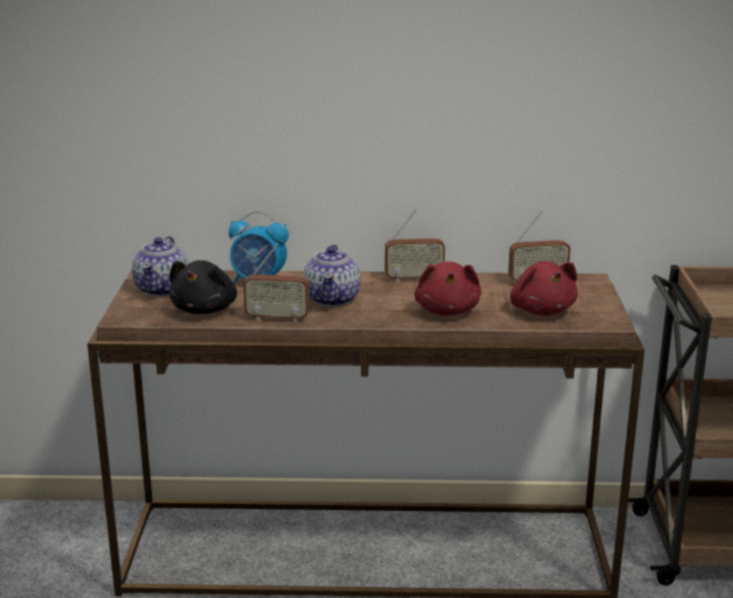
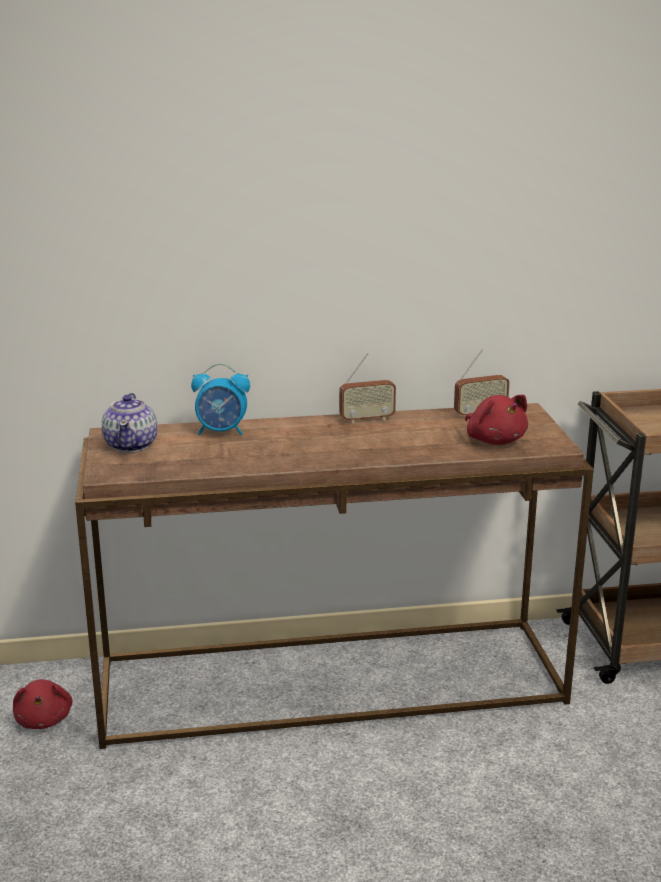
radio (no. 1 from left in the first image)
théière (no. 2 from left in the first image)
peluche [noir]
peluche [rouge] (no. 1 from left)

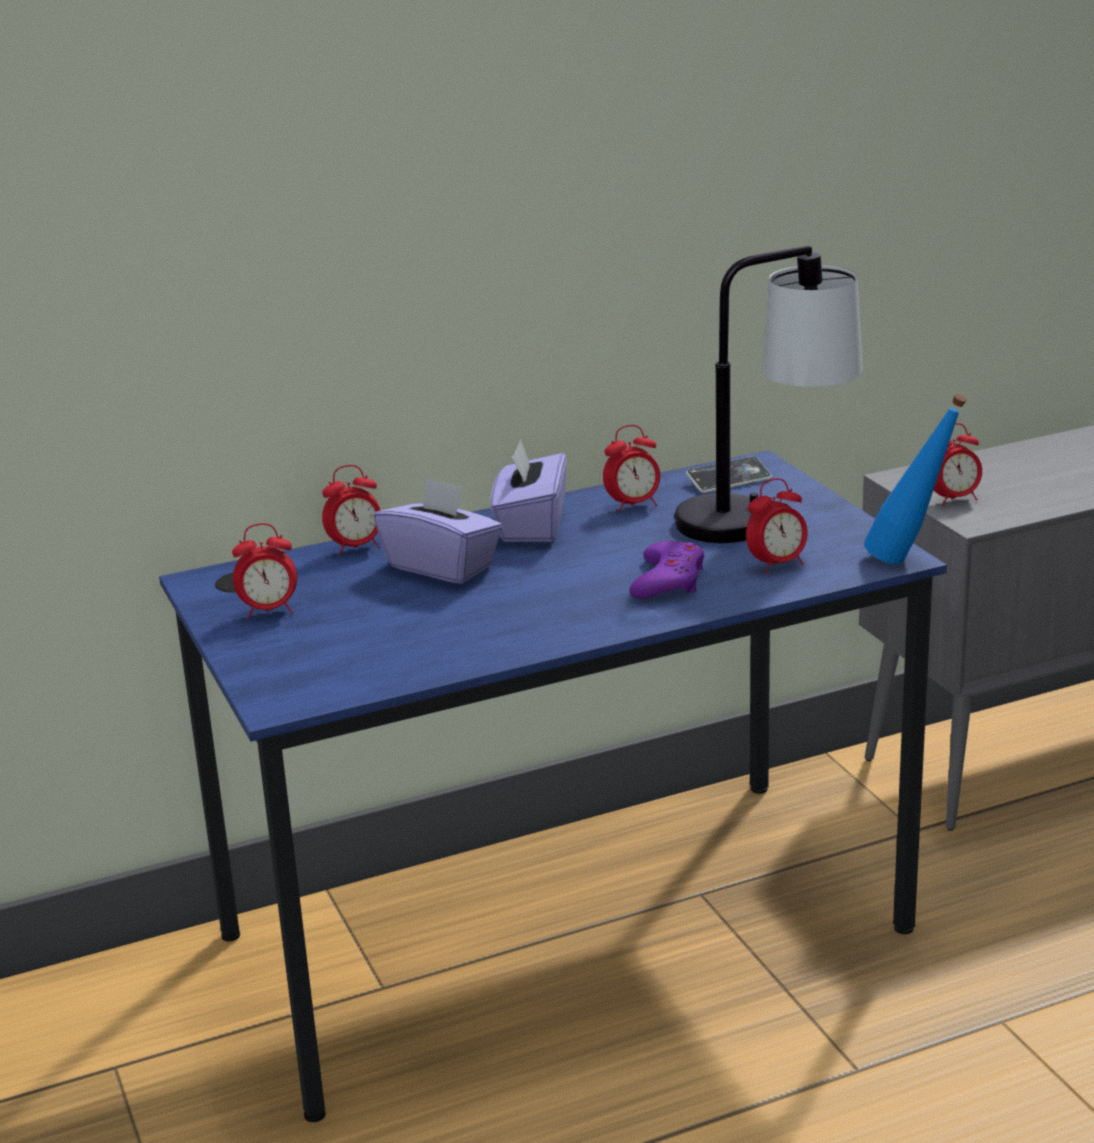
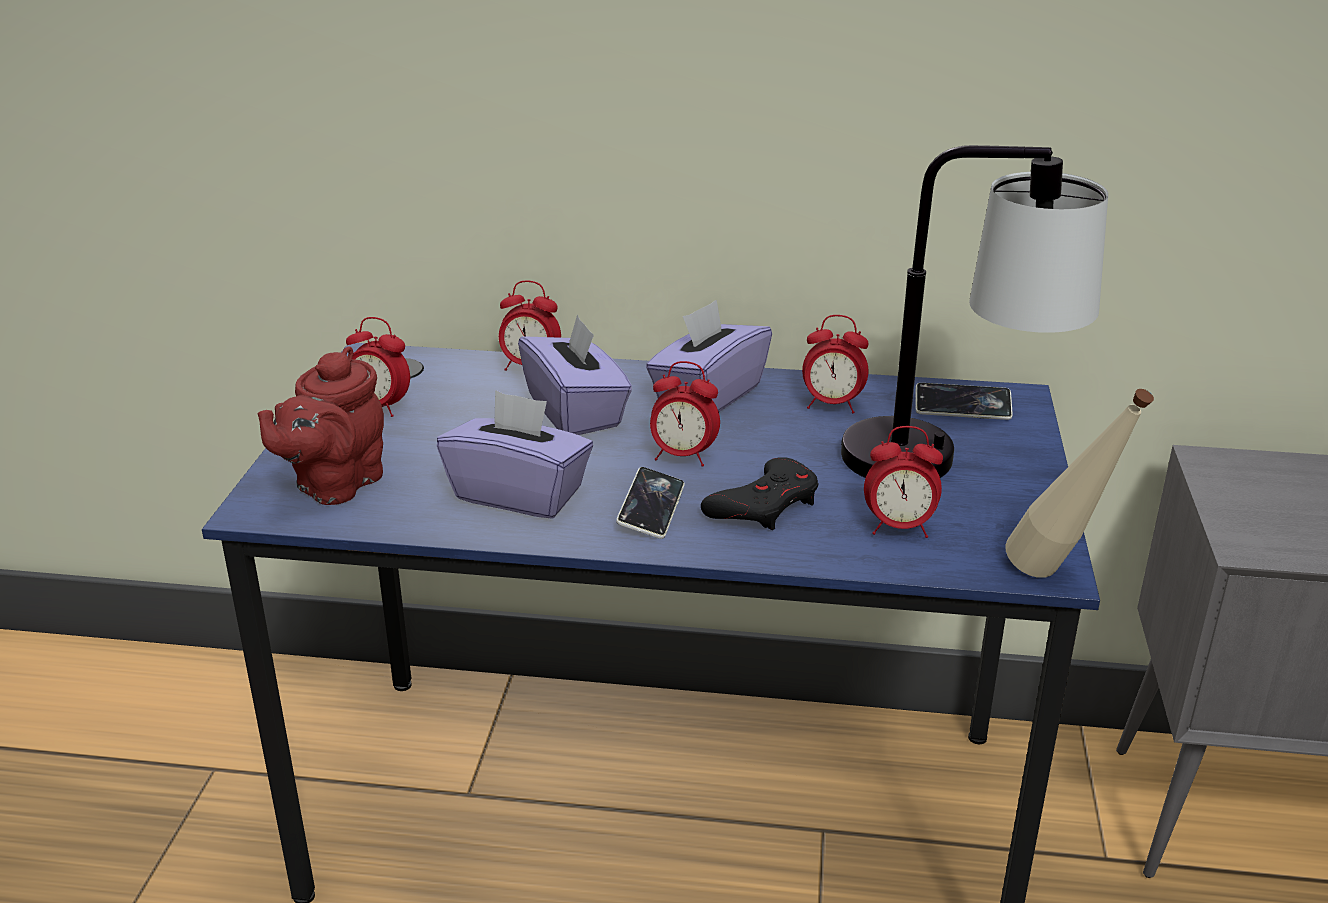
bouteille [beige]
réveil (no. 3 from left)
manette [noir]
théière [rouge]
boîte à mouchoirs [violet] (no. 1 from left)
téléphone (no. 1 from left)

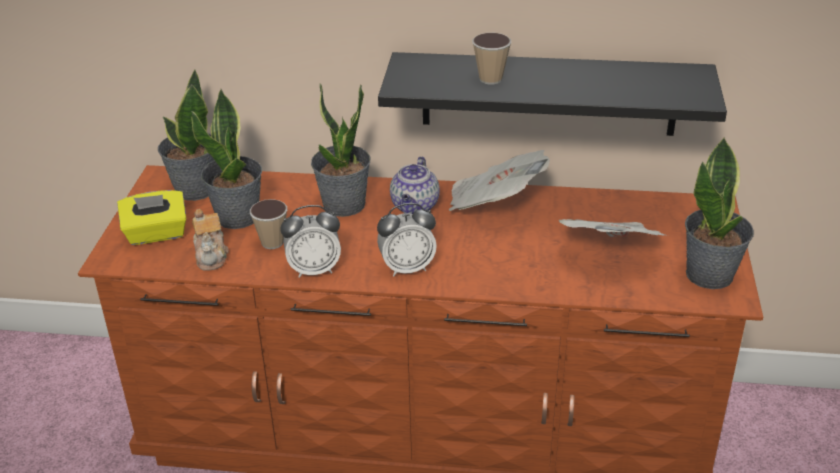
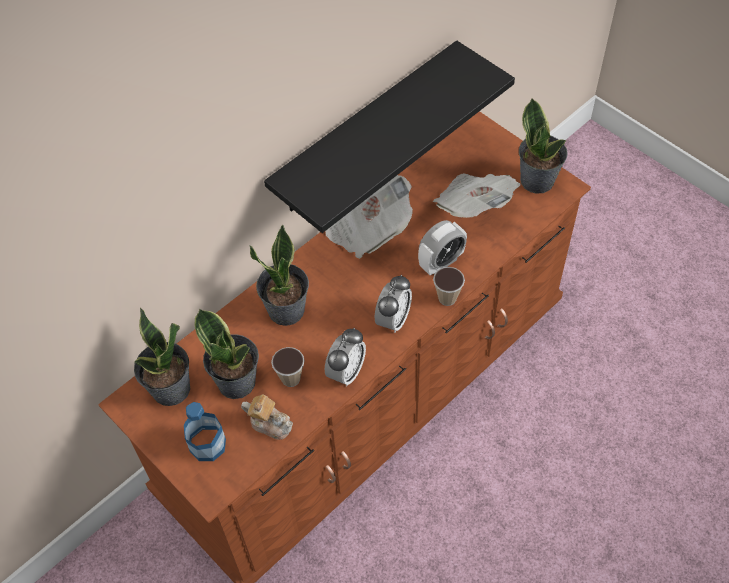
tasse (no. 2 from left)
théière (no. 2 from left in the first image)
bouteille
réveil (no. 3 from left)

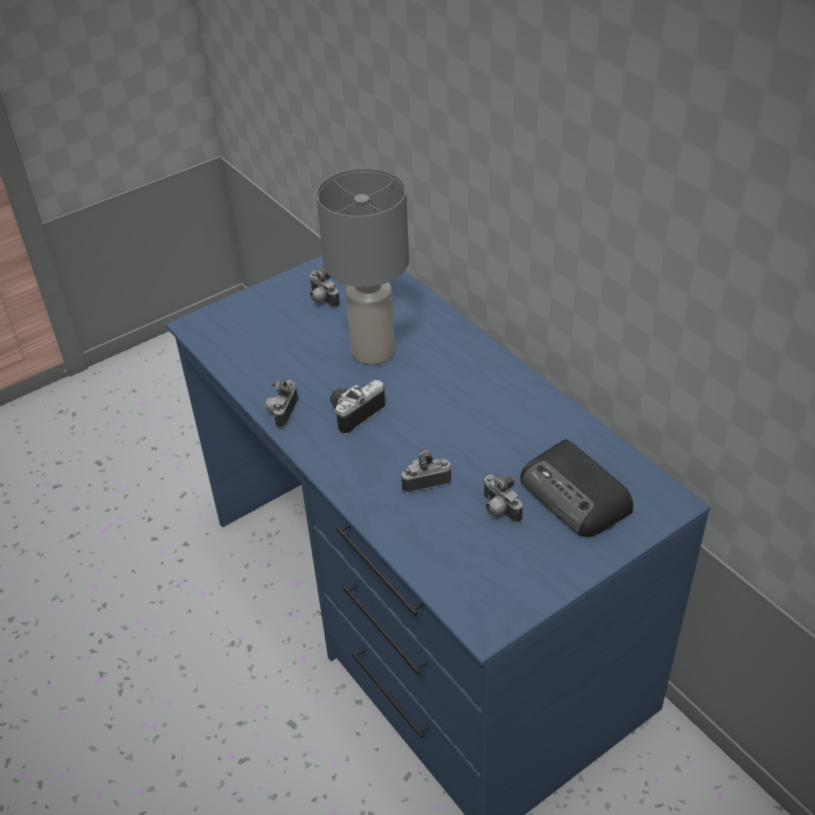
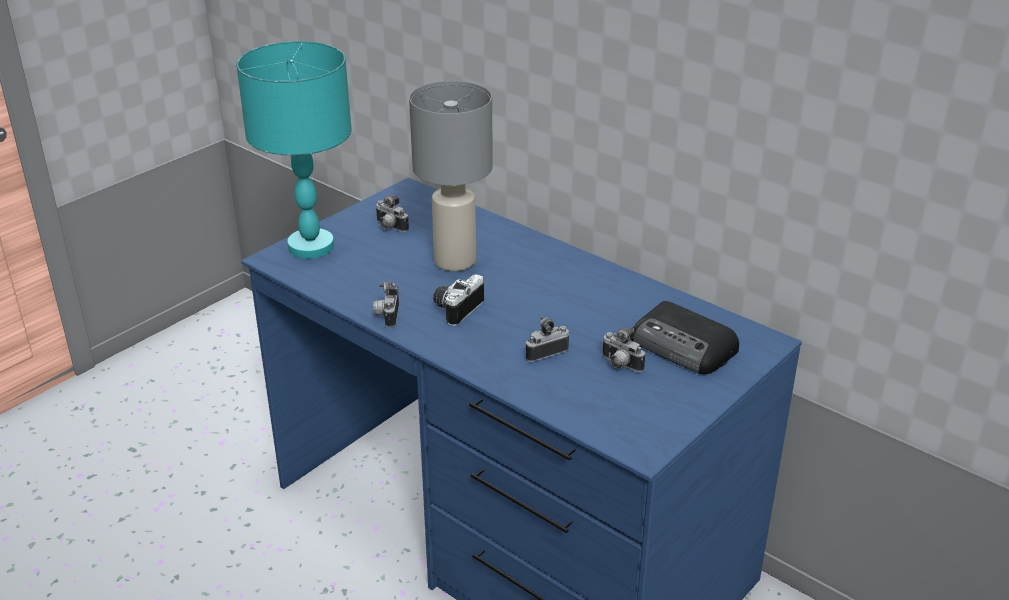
lampe de table [turquoise]

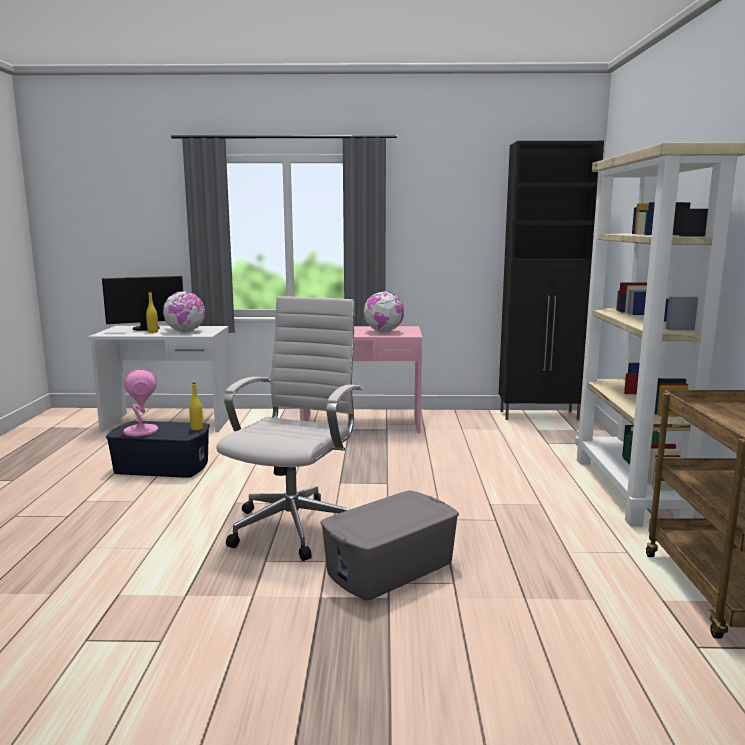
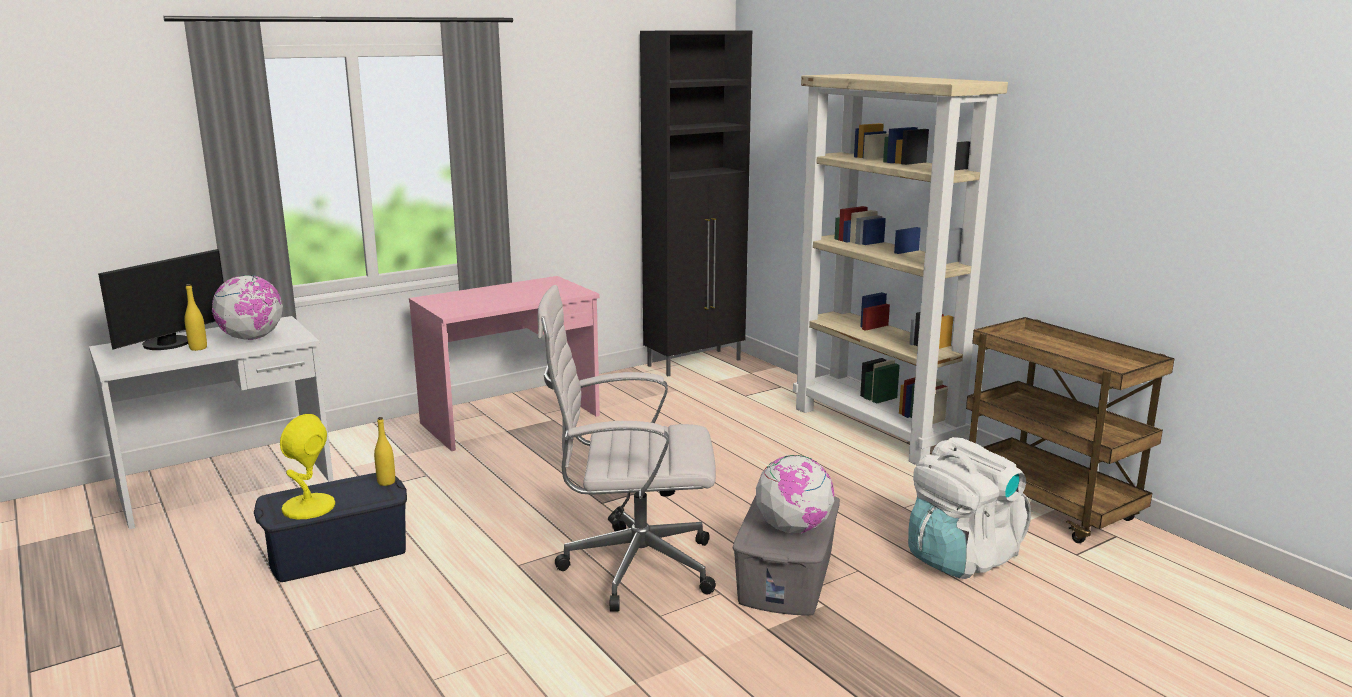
globe (no. 2 from left)
chaise de bureau [blanc]
lampe de table [jaune]
sac à dos [blanc]

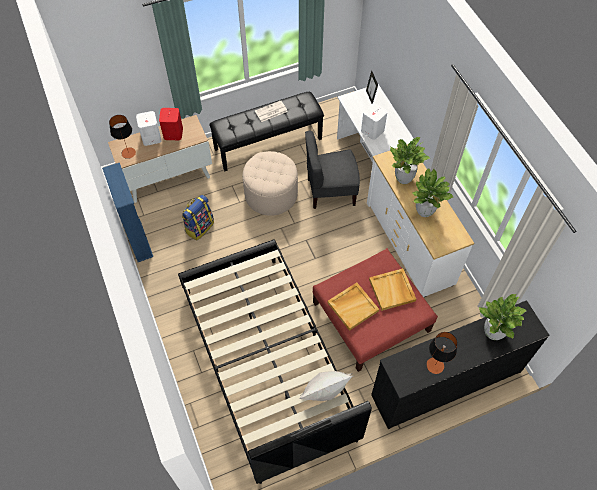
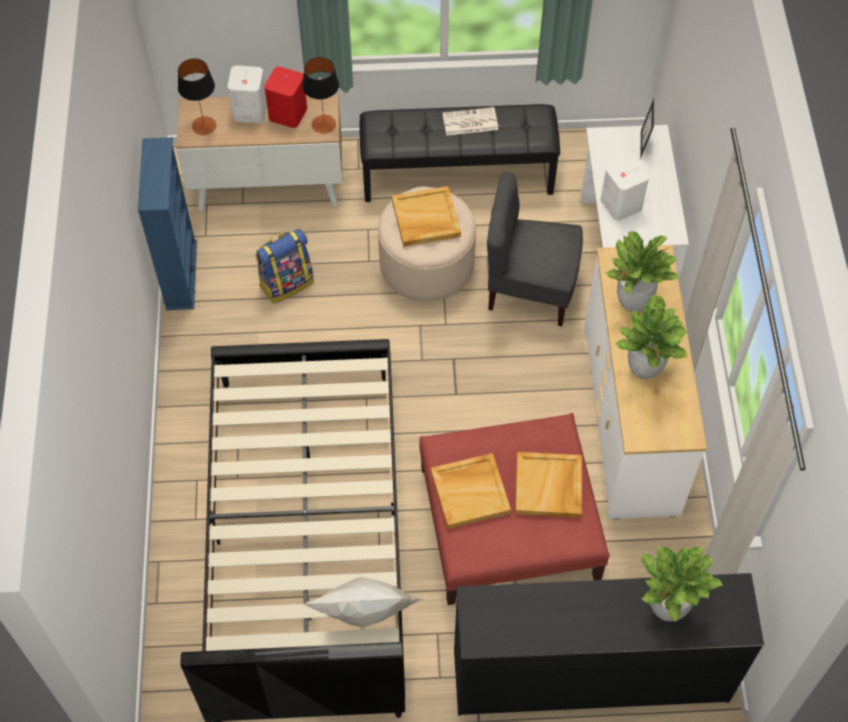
lampe de table (no. 2 from left)
plateau [beige] (no. 1 from left)

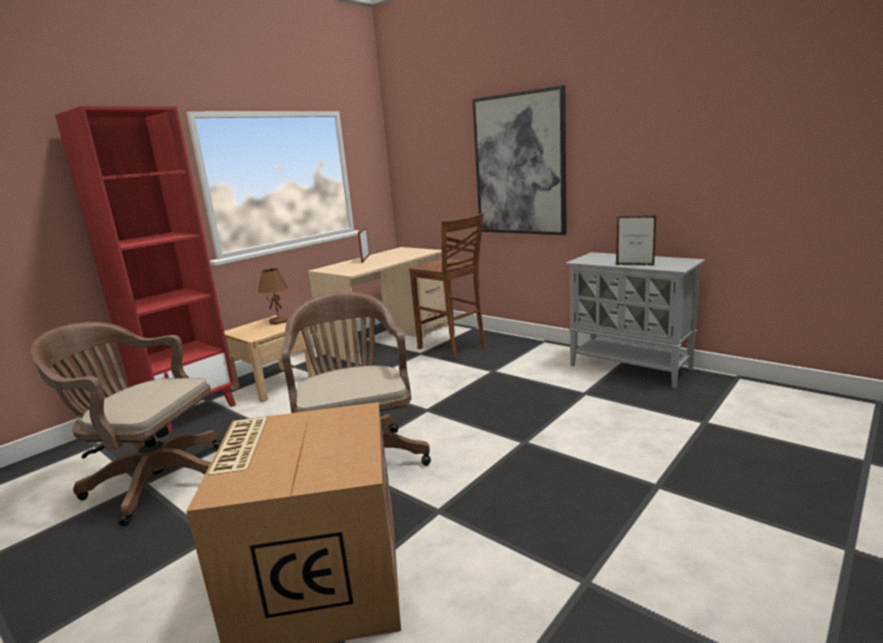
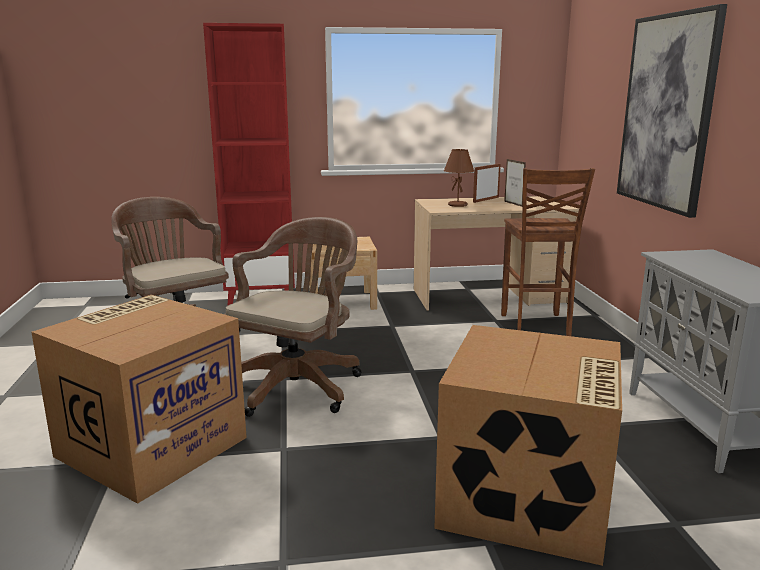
cadre photo (no. 2 from left)
lampe de table [marron]
carton (no. 2 from left)

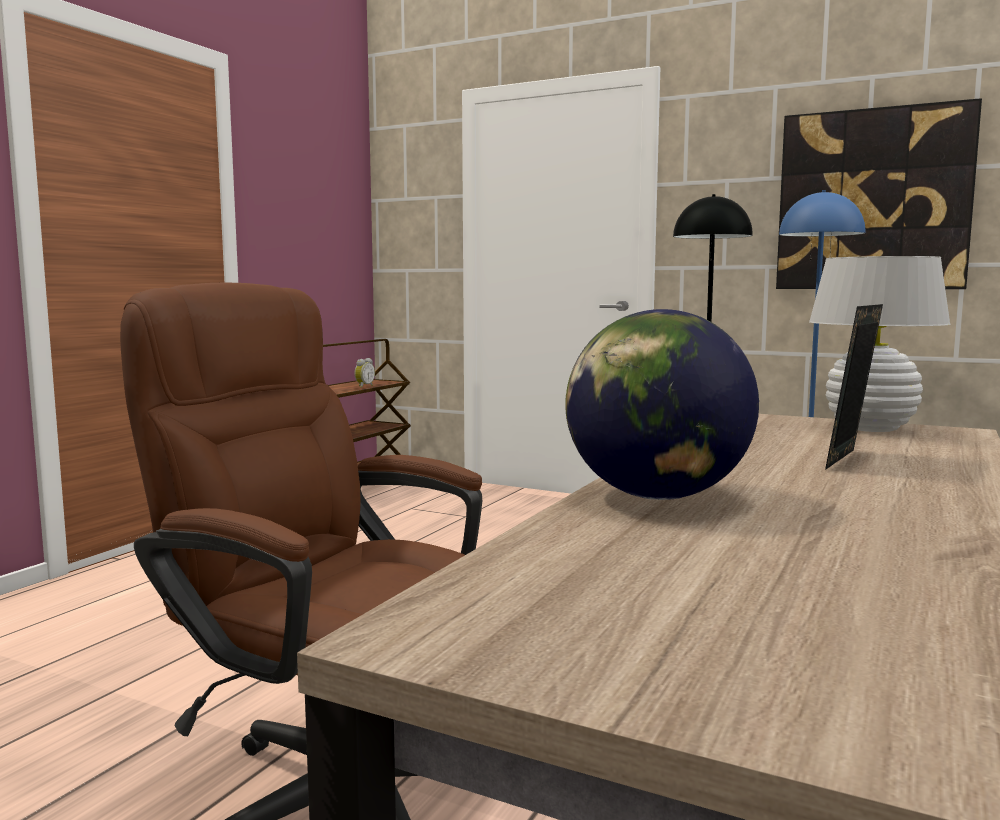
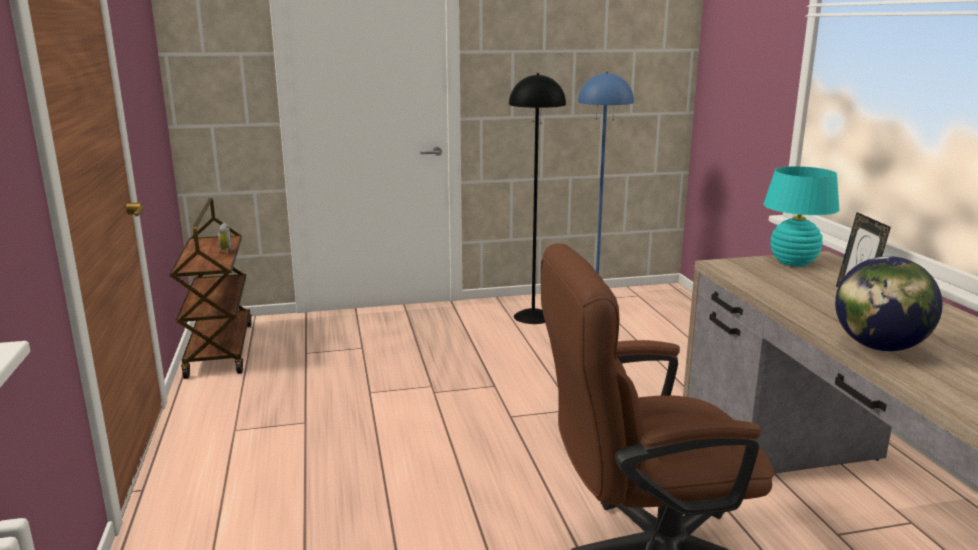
tableau
lampe de table [turquoise]

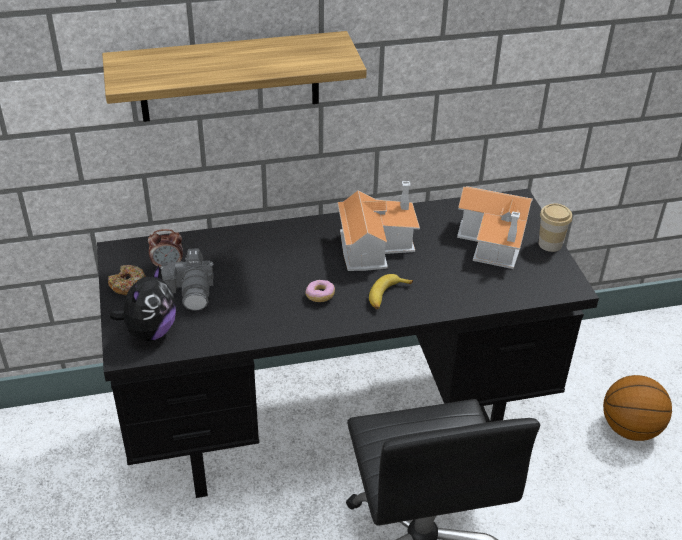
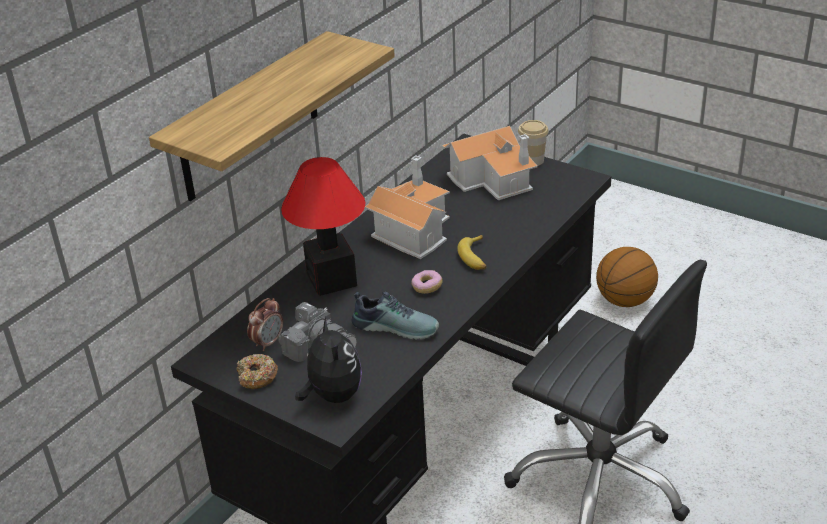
lampe de table
chaussure

